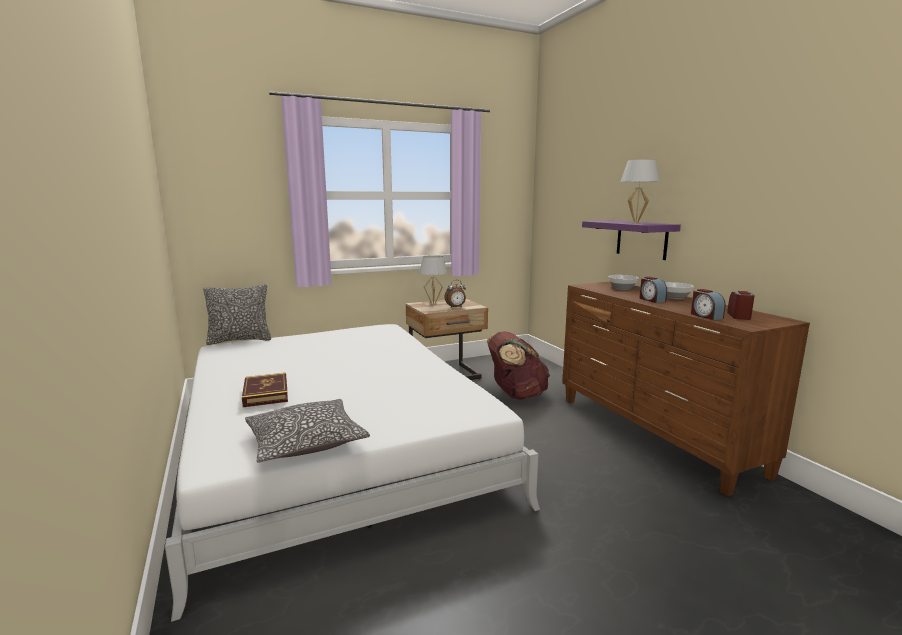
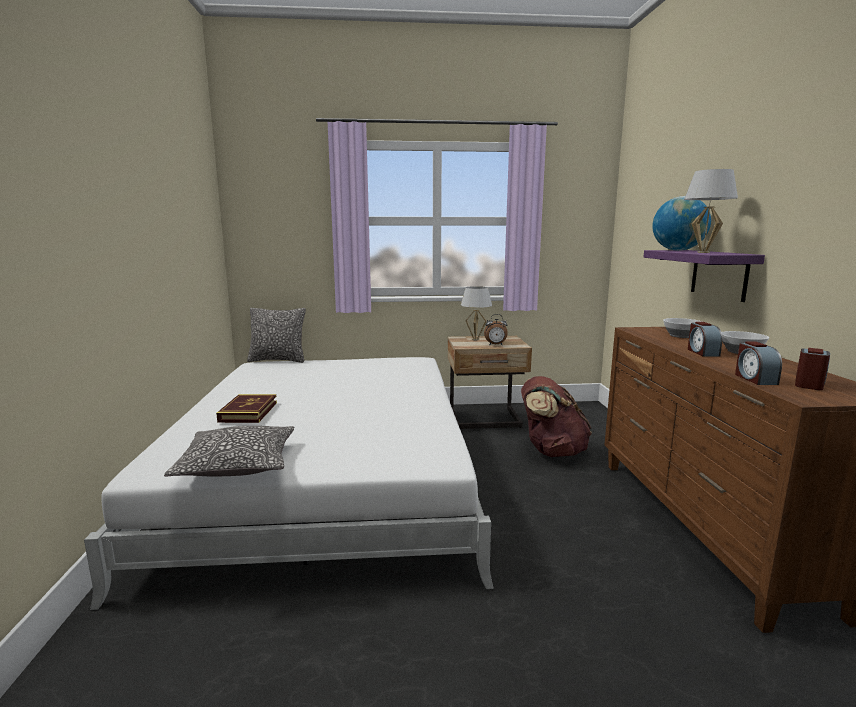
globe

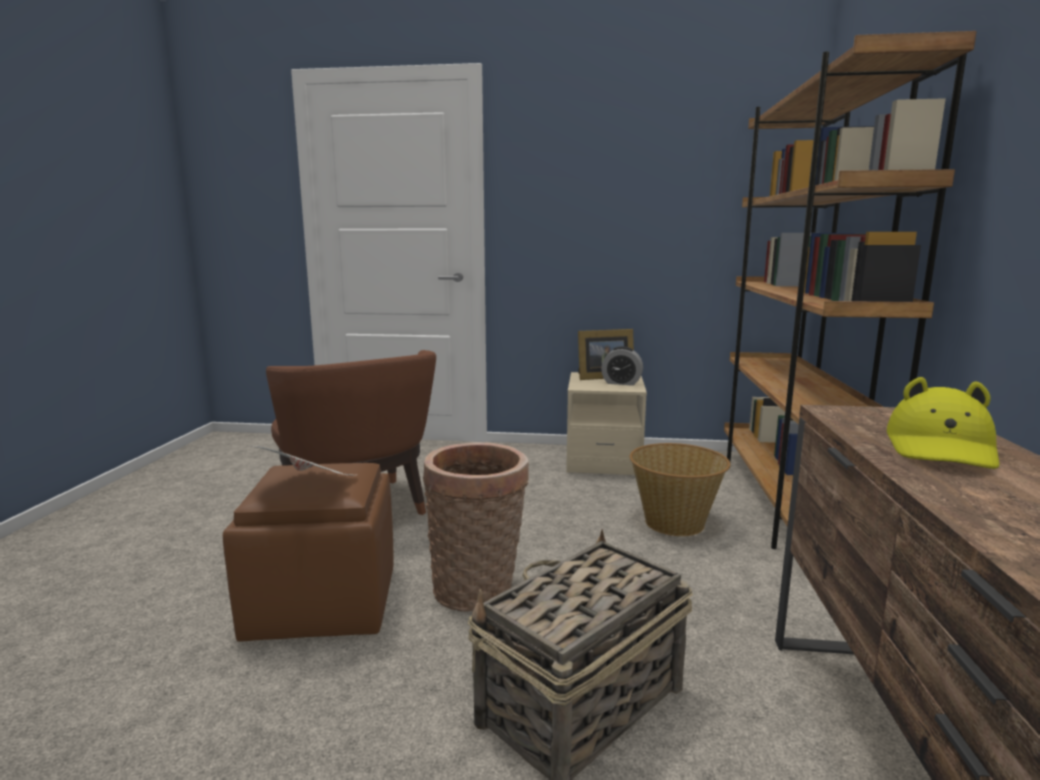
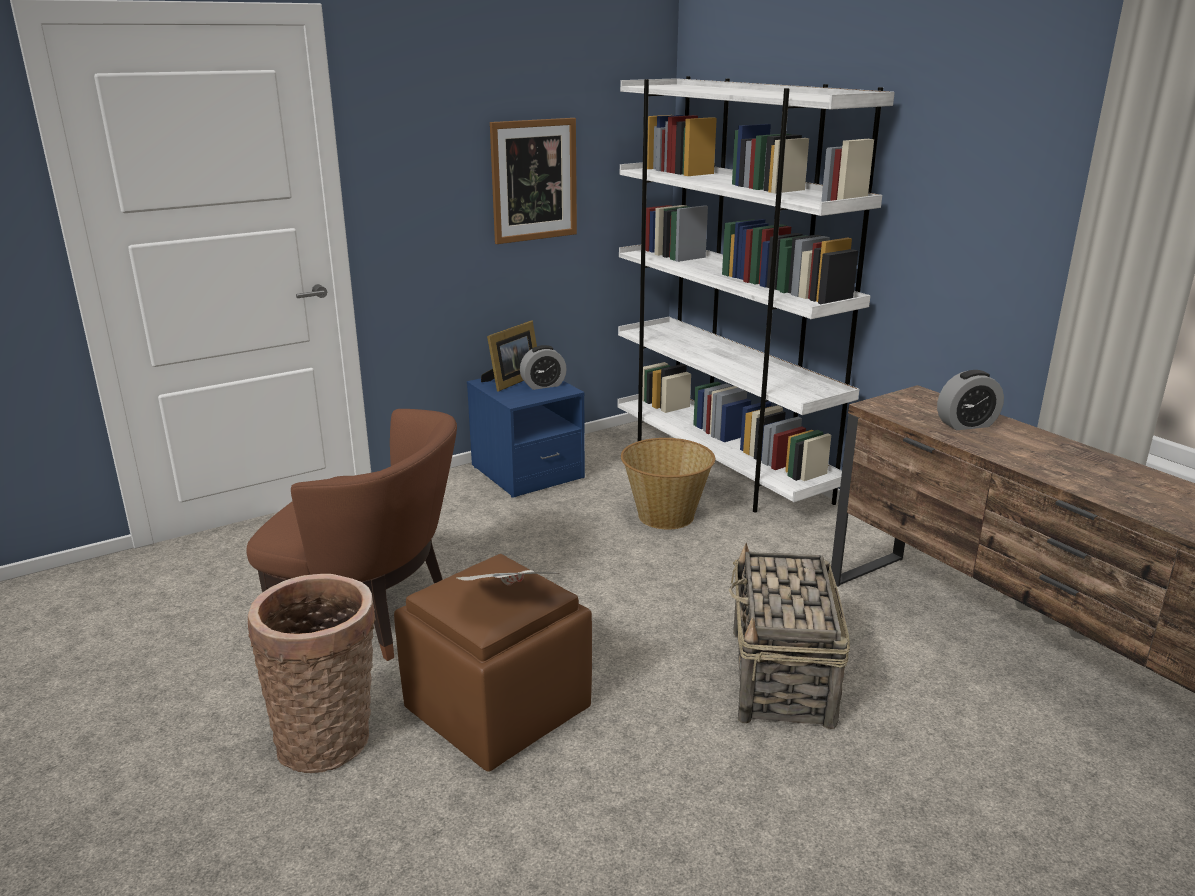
bibliothèque [blanc]
table de chevet [bleu]
réveil (no. 2 from left)
panier (no. 1 from left)
tableau

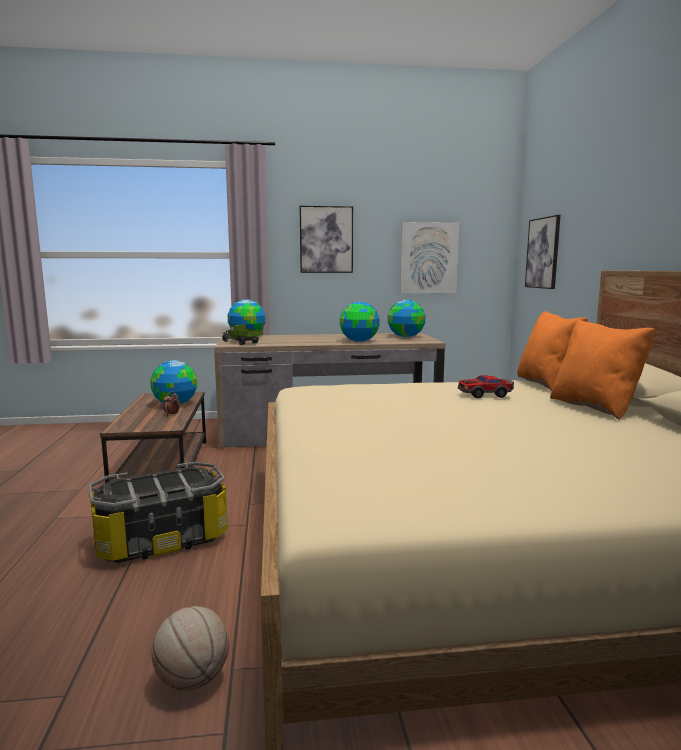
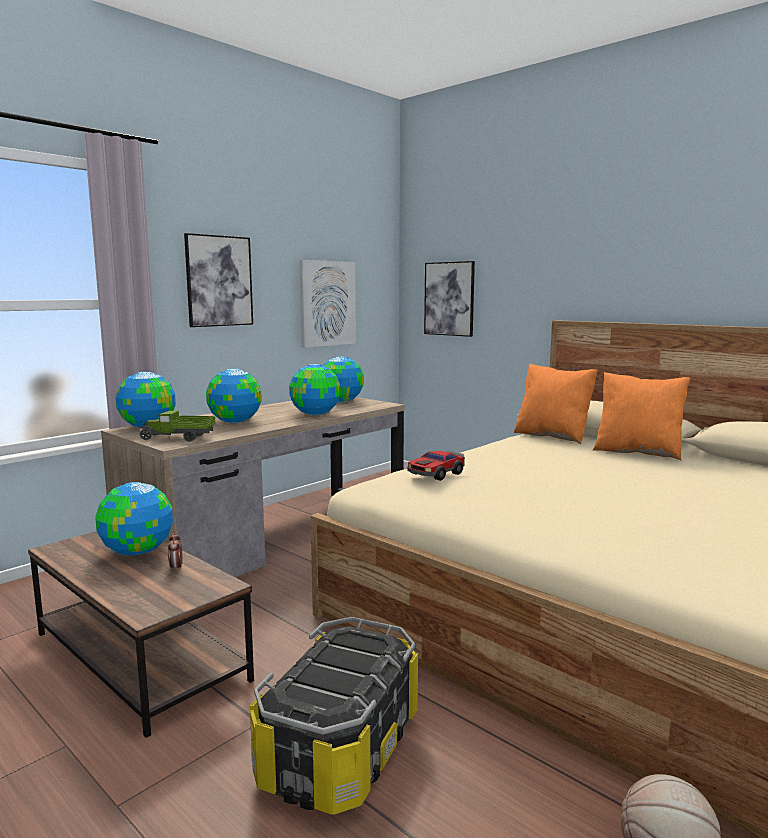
petite voiture
globe (no. 3 from left)

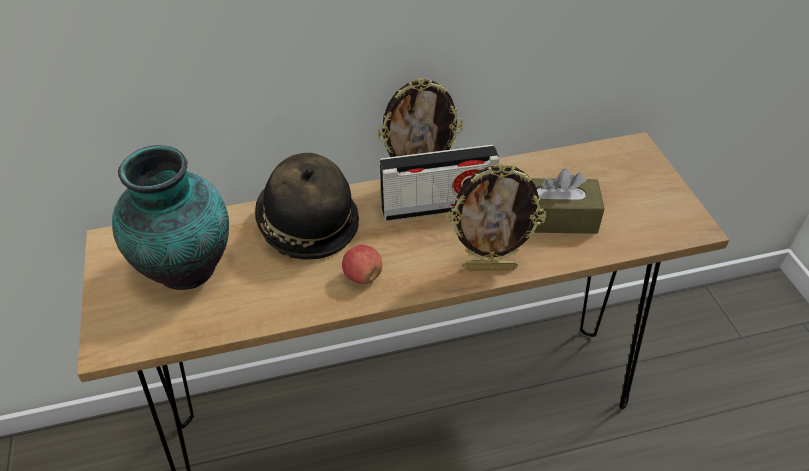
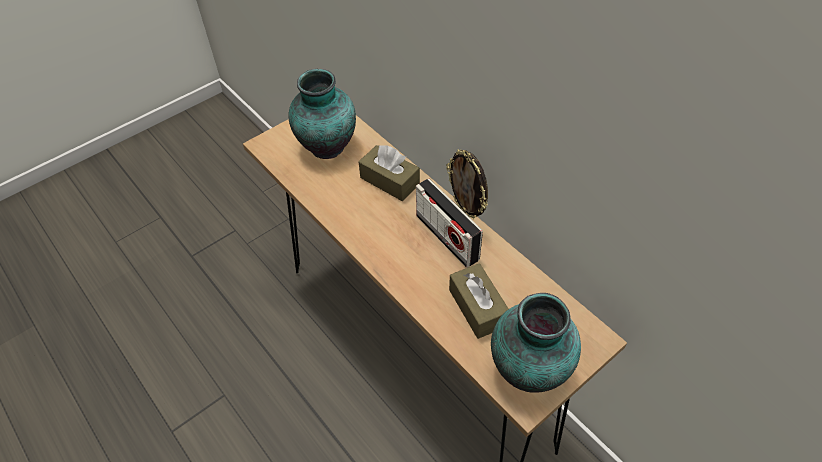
boîte à mouchoirs [marron] (no. 1 from left)
cadre photo (no. 2 from left in the first image)
pomme
vase (no. 2 from left)

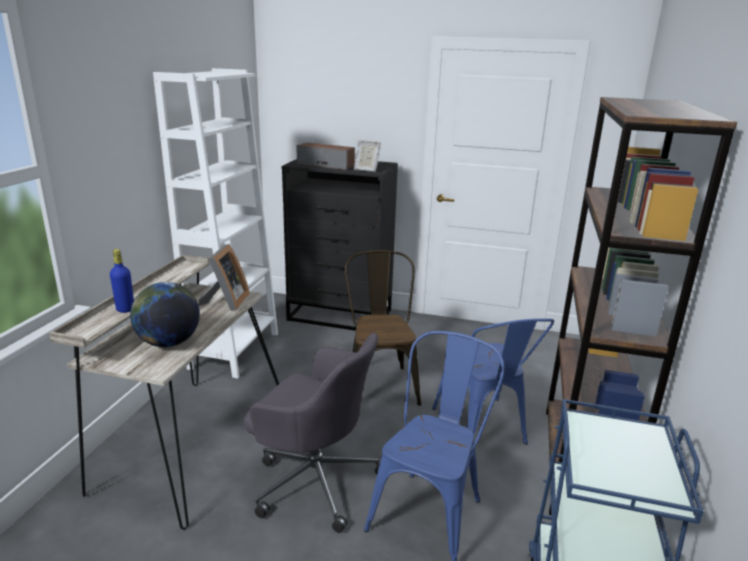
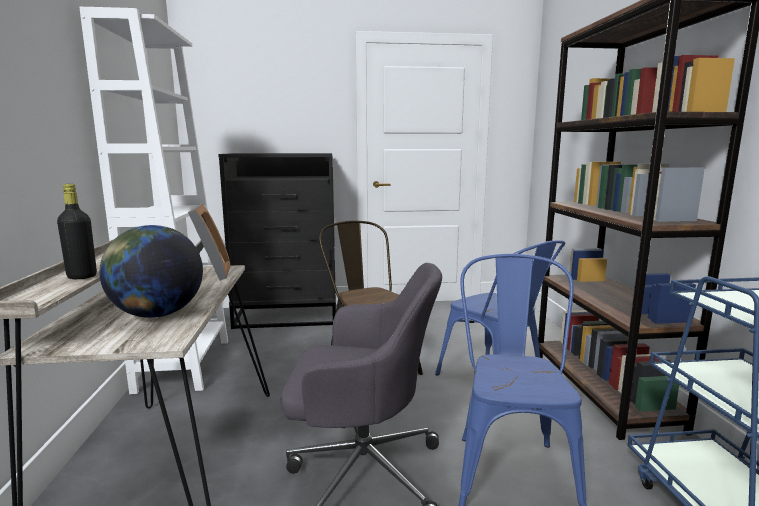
cadre photo (no. 2 from left in the first image)
enceinte
bouteille [noir]

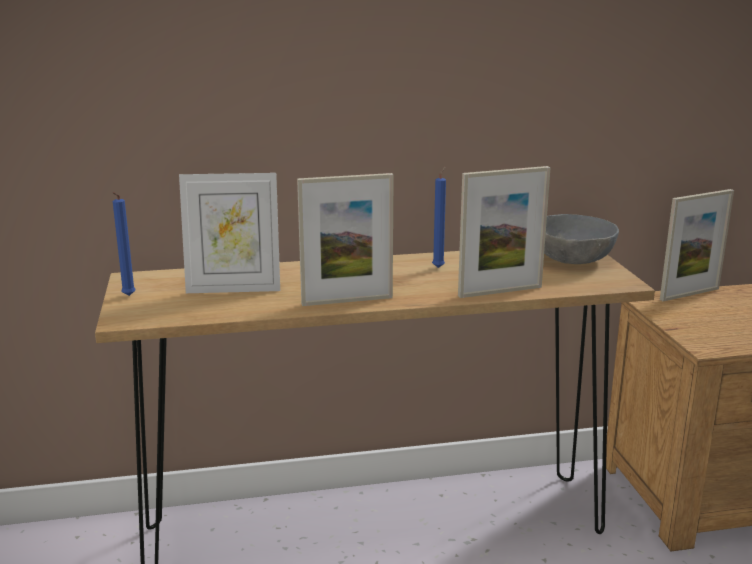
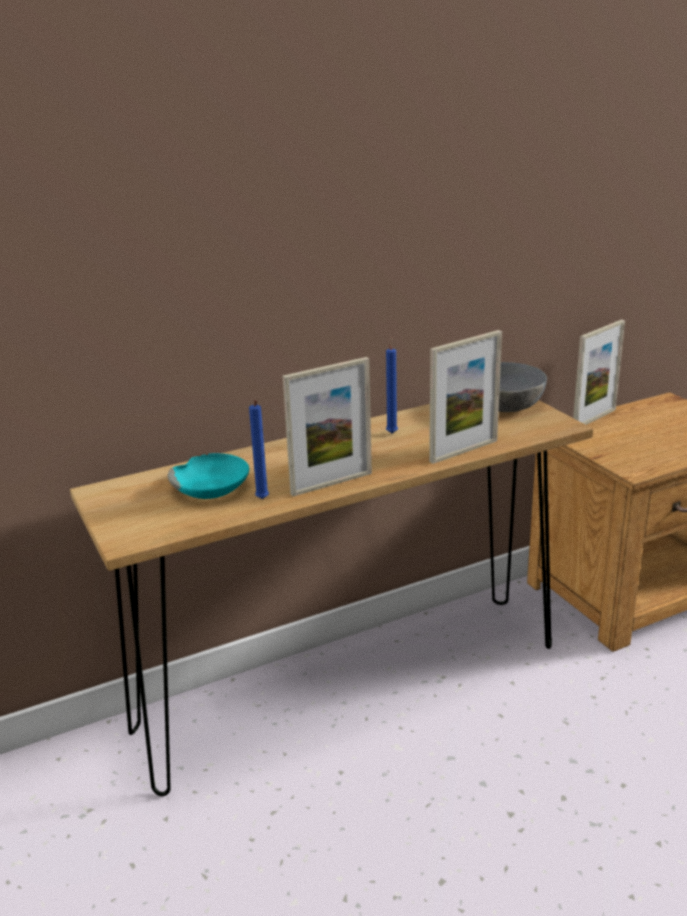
bol [turquoise]
bougie [bleu] (no. 1 from left)

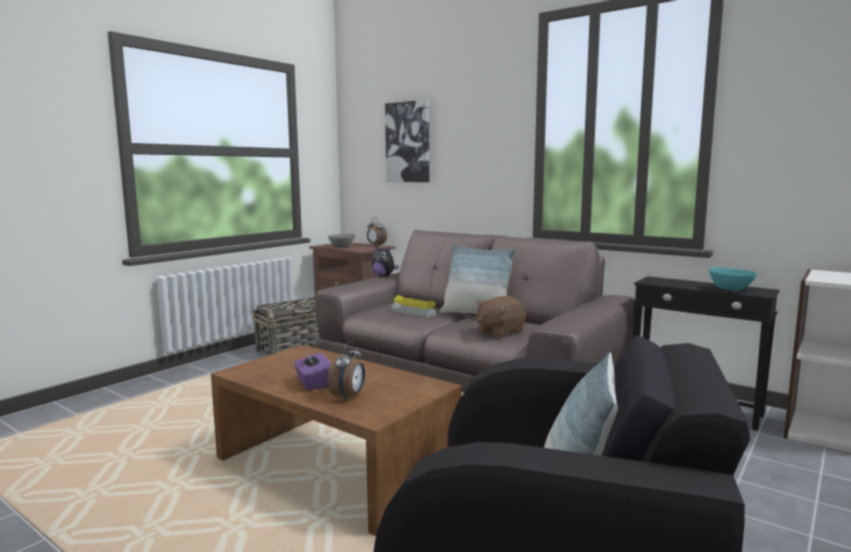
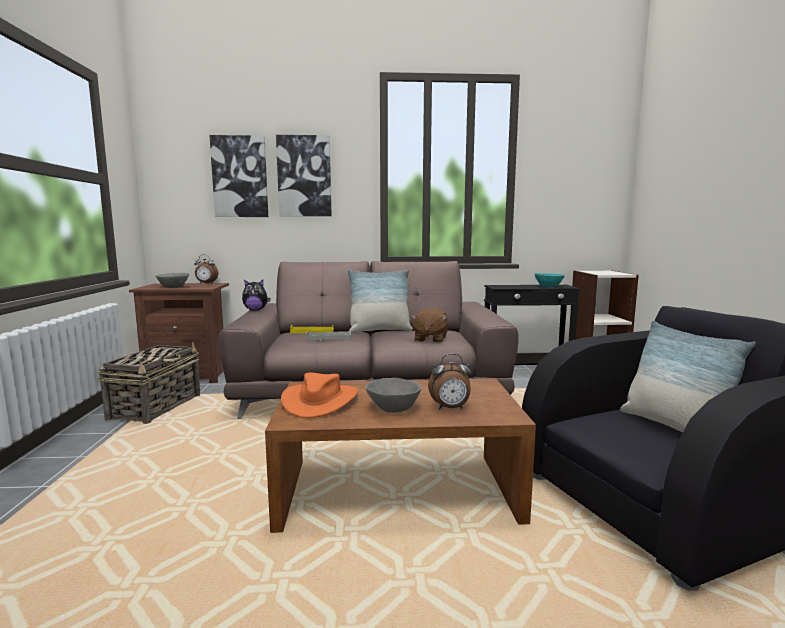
réveil (no. 2 from left)
bol [gris] (no. 2 from left)
tableau (no. 2 from left)
chapeau [orange]

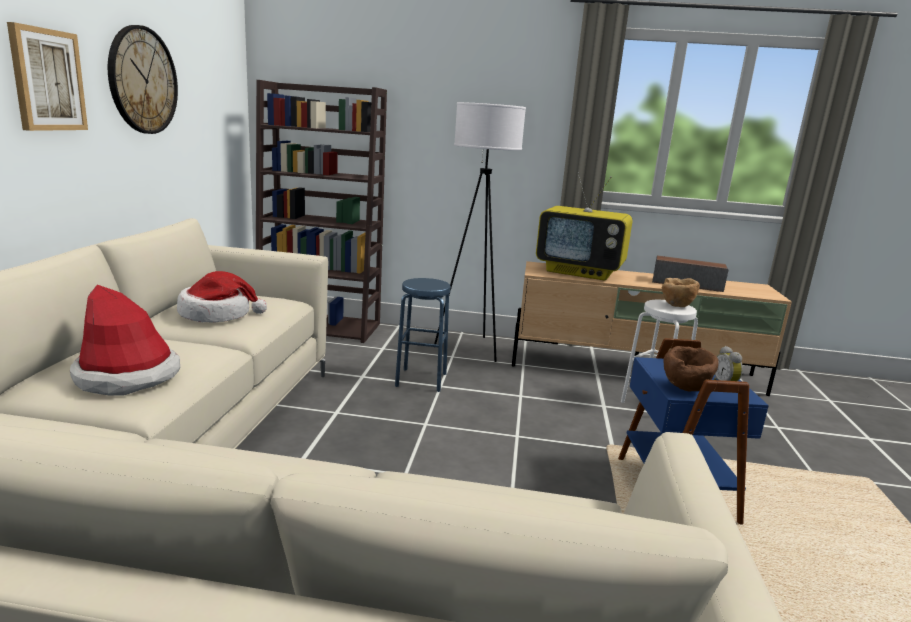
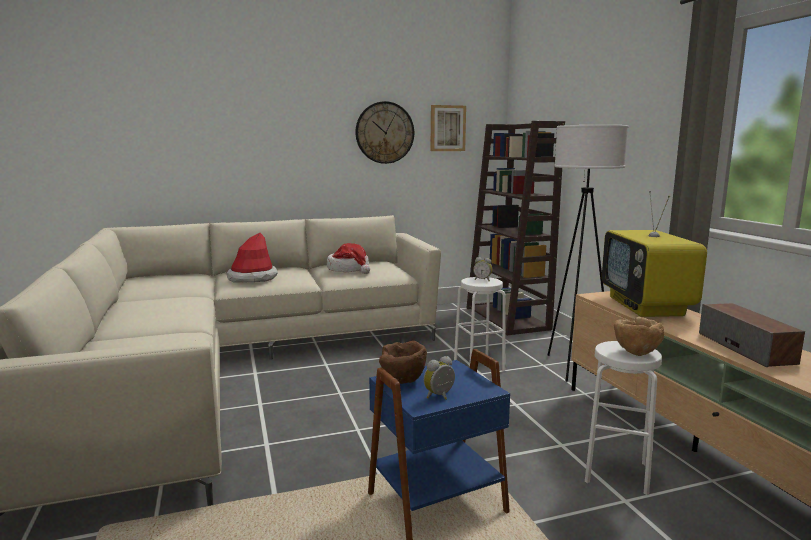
tableau
tabouret [blanc] (no. 1 from left)
réveil (no. 2 from left)

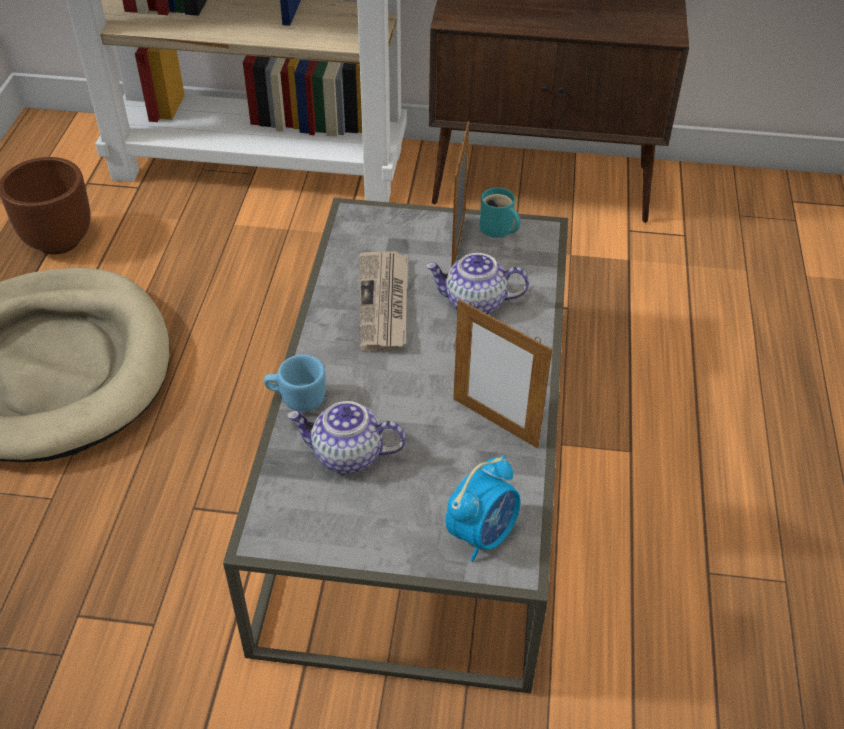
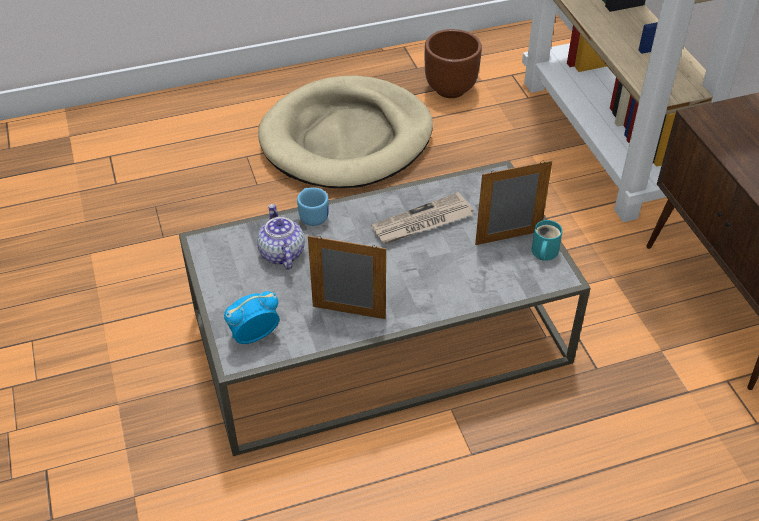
théière (no. 2 from left in the first image)
cadre photo (no. 1 from left)
réveil

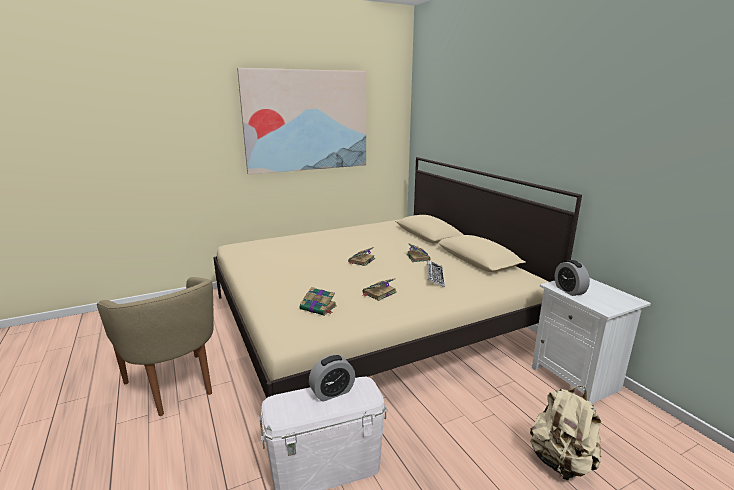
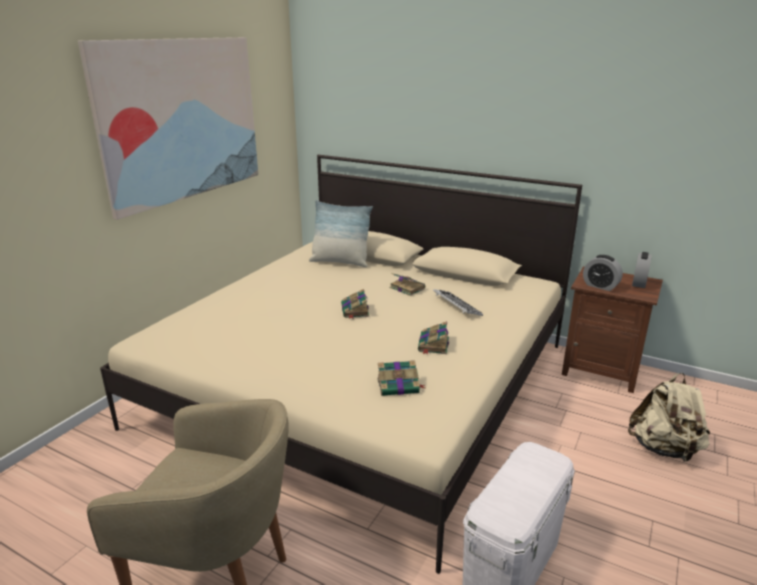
table de chevet [marron]
réveil (no. 2 from left)
coussin

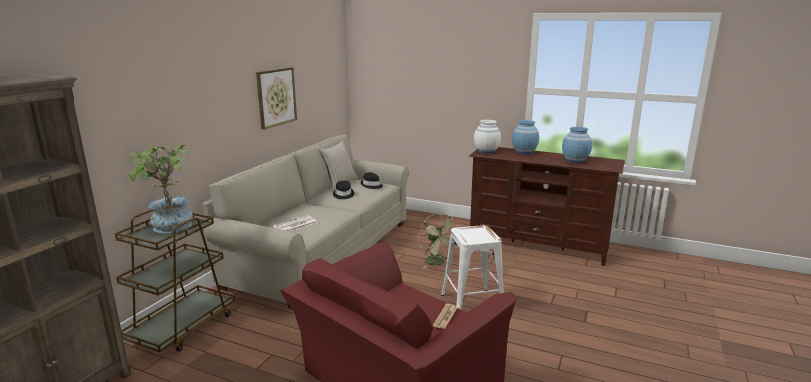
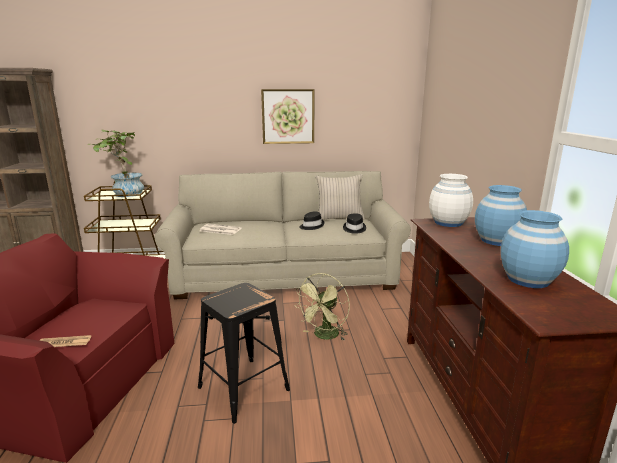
tabouret [noir]

